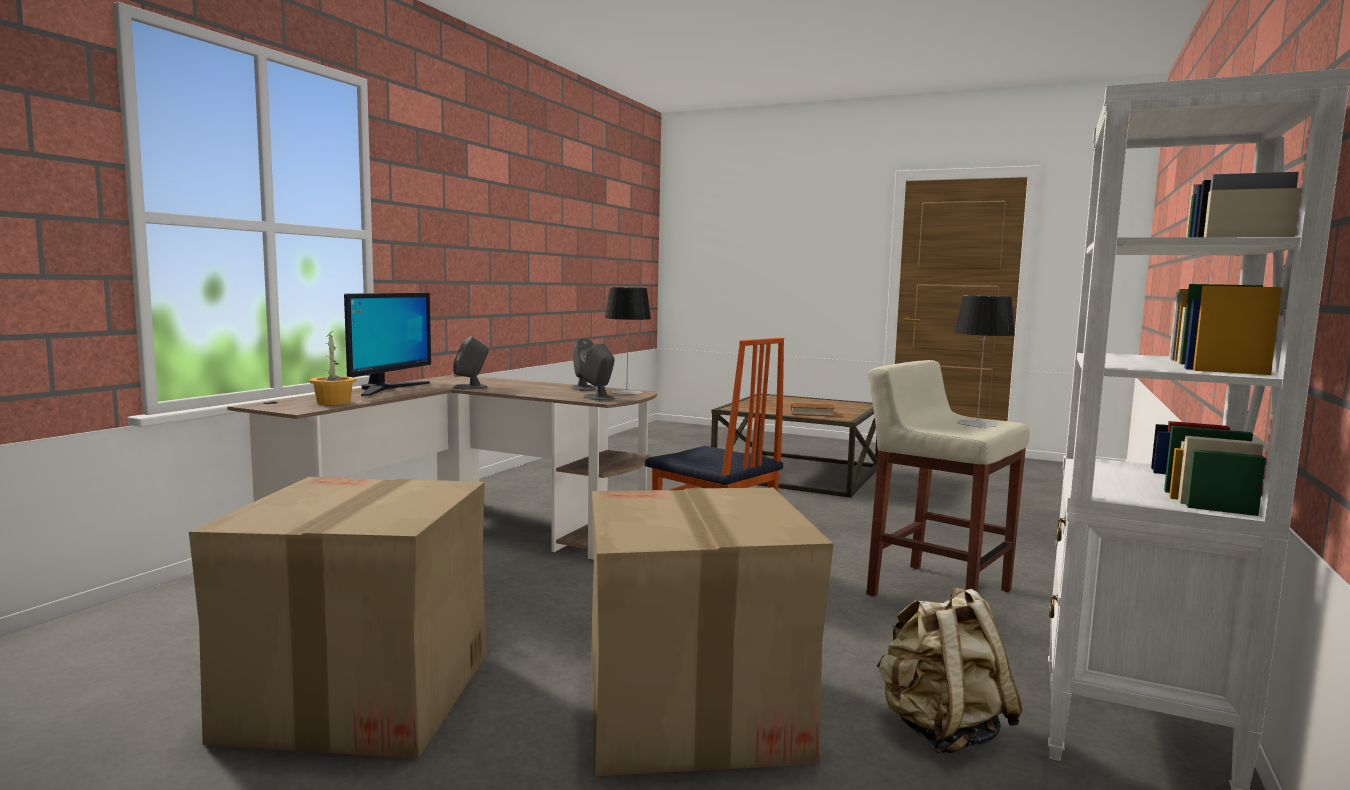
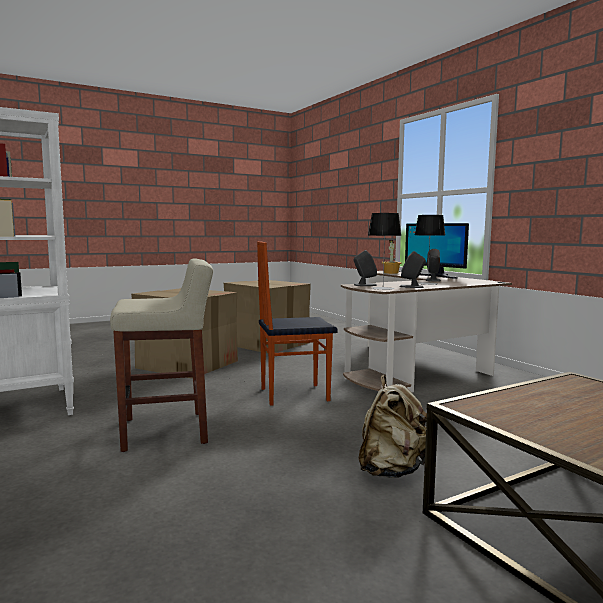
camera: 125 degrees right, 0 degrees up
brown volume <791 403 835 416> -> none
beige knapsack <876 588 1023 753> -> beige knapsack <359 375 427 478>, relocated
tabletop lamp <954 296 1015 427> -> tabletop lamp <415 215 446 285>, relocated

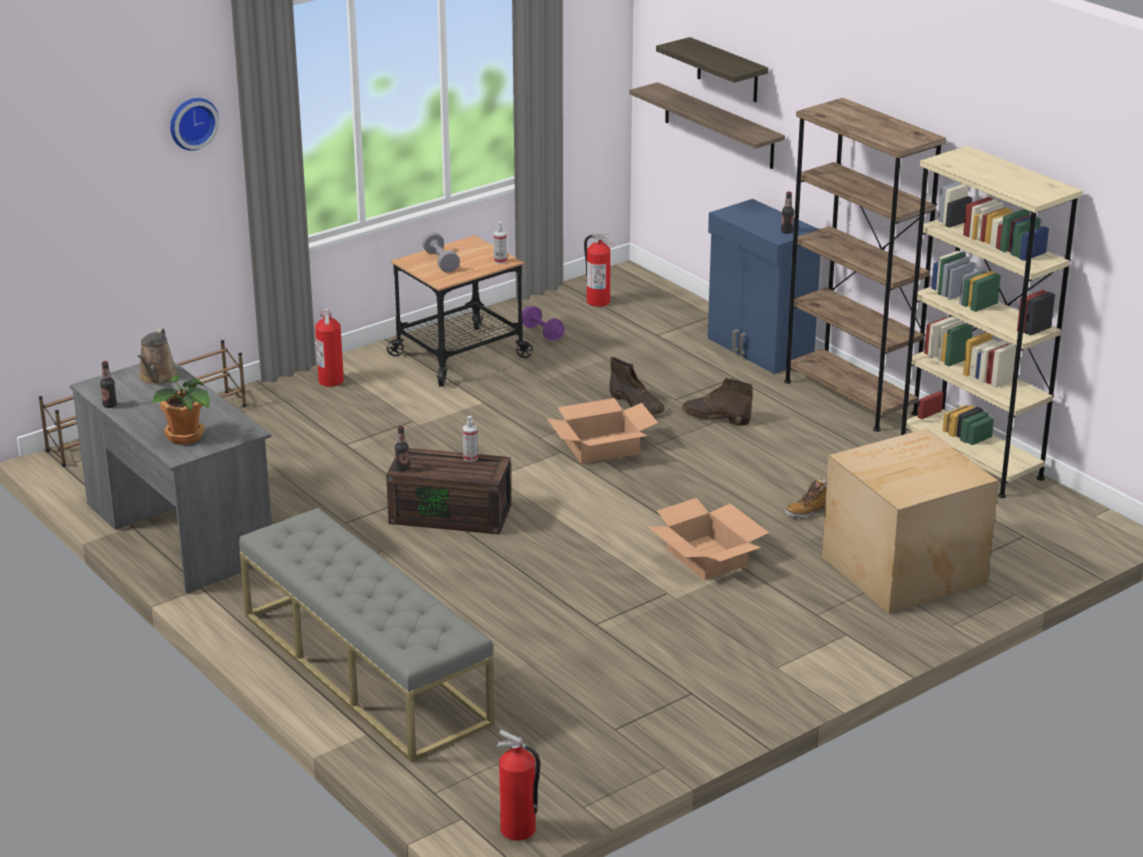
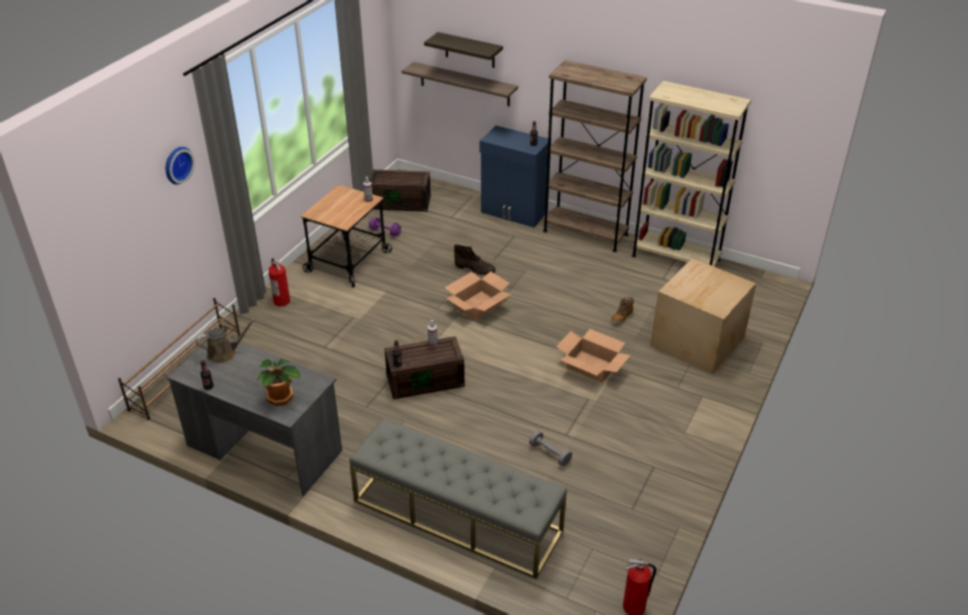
camera: 25 degrees left, 10 degrees up
brown tall boot <682 378 753 426> -> none
gray free weight <422 232 460 273> -> gray free weight <529 430 572 466>, relocated
extinguisher <584 232 613 307> -> brown storage container <369 170 431 212>
brown watering can <138 329 178 385> -> brown watering can <196 319 256 364>, 90 degrees counterclockwise

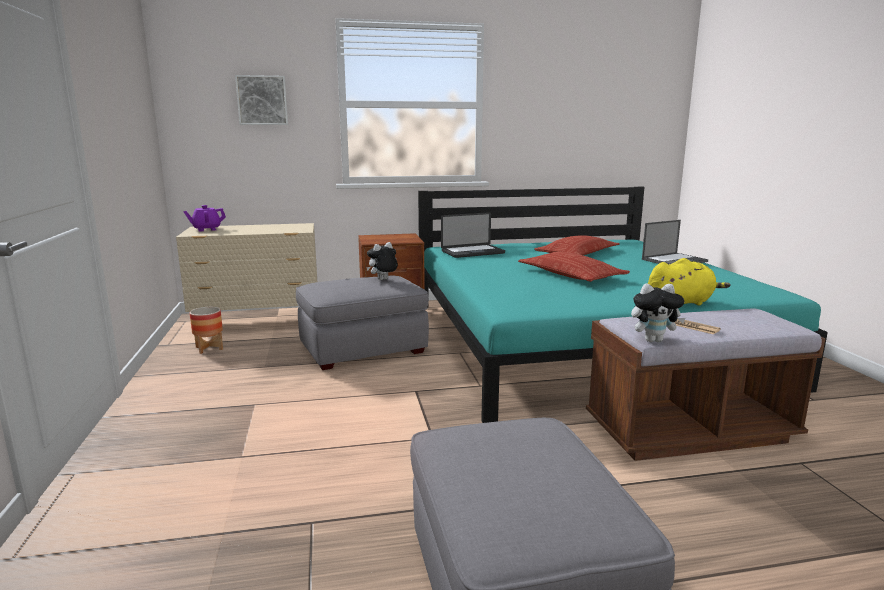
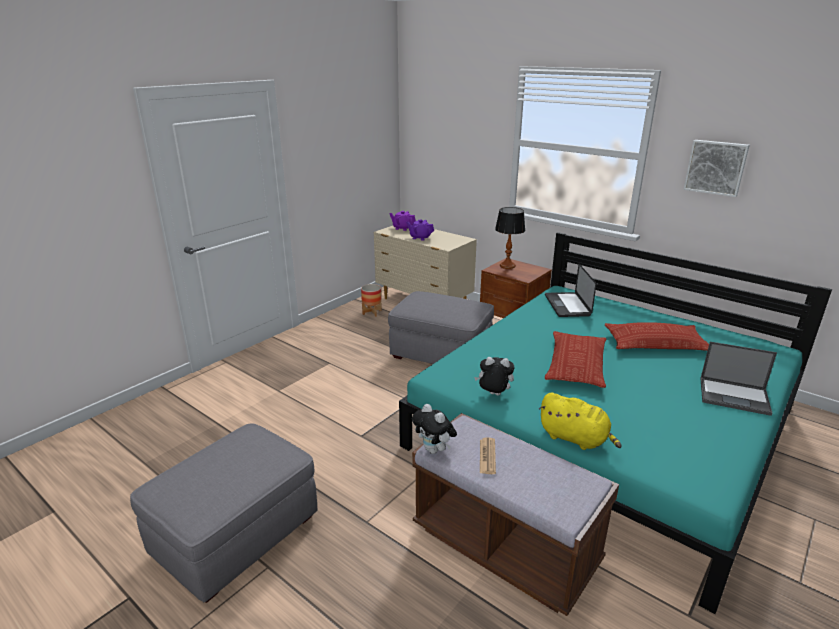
camera: 50 degrees right, 10 degrees up
none -> purple tea pot <406 219 434 241>
none -> tabletop lamp <495 207 525 269>
wall art <235 75 288 125> -> wall art <683 140 750 197>, relocated
cuddly toy <366 242 398 280> -> cuddly toy <474 357 514 395>, relocated
notebook computer <441 212 505 258> -> notebook computer <545 264 597 317>, 60 degrees clockwise

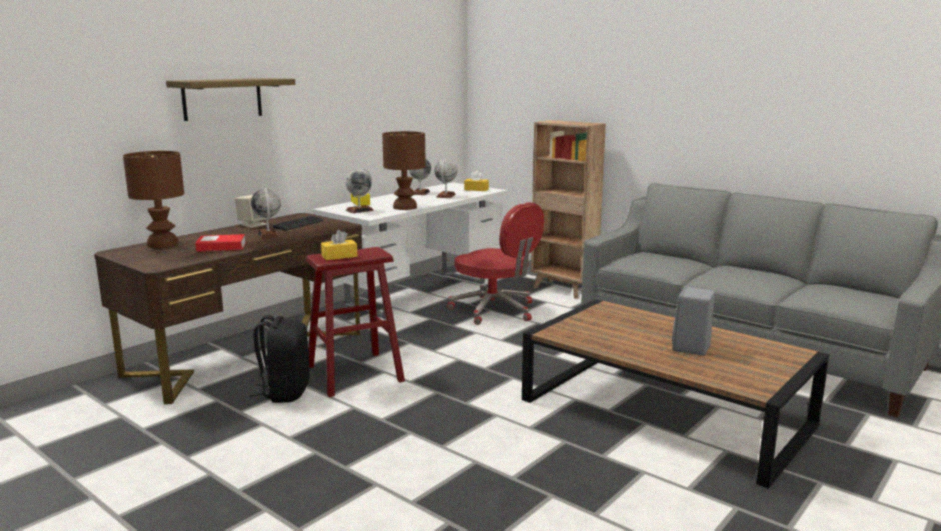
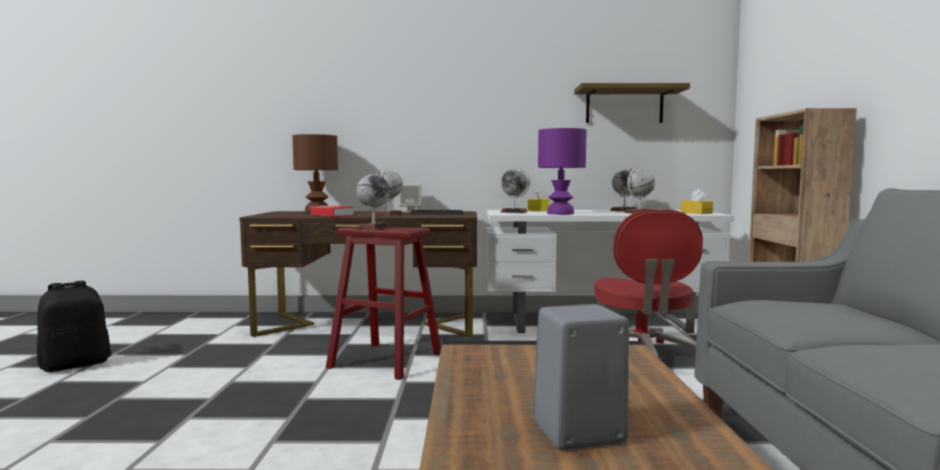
camera: 50 degrees right, 10 degrees down
wall shelf <166 78 295 121> -> wall shelf <574 83 690 123>, relocated
black-coloured knapsack <249 315 310 403> -> black-coloured knapsack <37 281 111 372>, relocated
yellow-coloured tissue holder <321 230 357 260> -> world globe <356 172 391 229>
brown tabletop lamp <382 131 426 210> -> purple tabletop lamp <538 128 587 215>

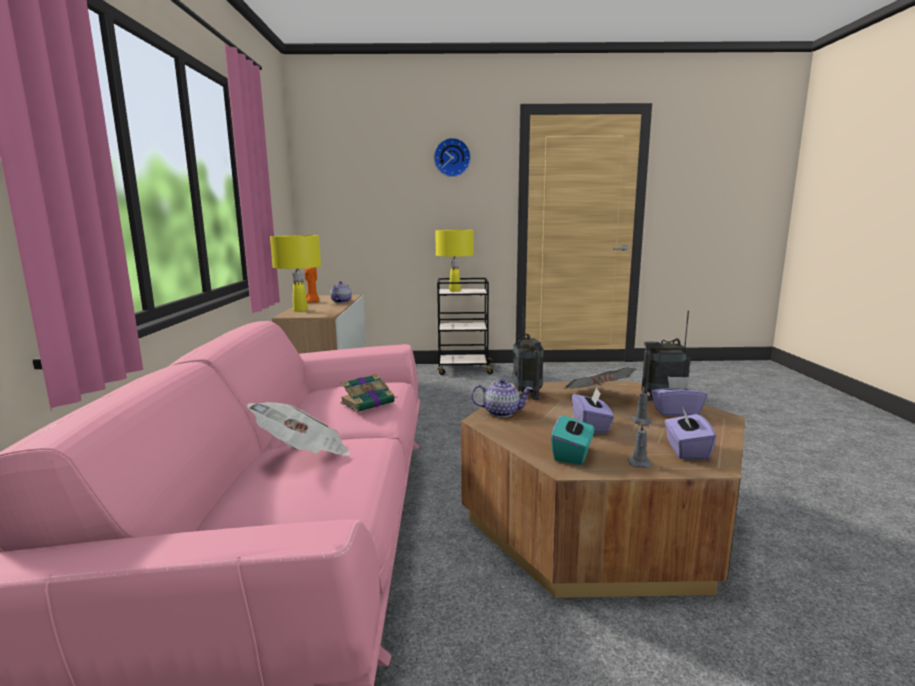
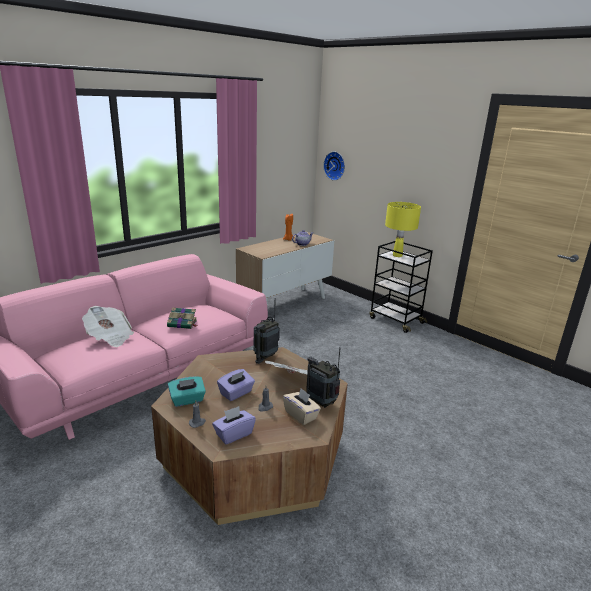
camera: 45 degrees right, 10 degrees up
yellow-coloured tabletop lamp <270 235 321 312> -> none
tea pot <471 379 533 417> -> none
clock on the wall <434 138 471 177> -> clock on the wall <323 151 345 181>, relocated
purple tissue holder <651 377 707 416> -> beige tissue holder <283 388 321 425>

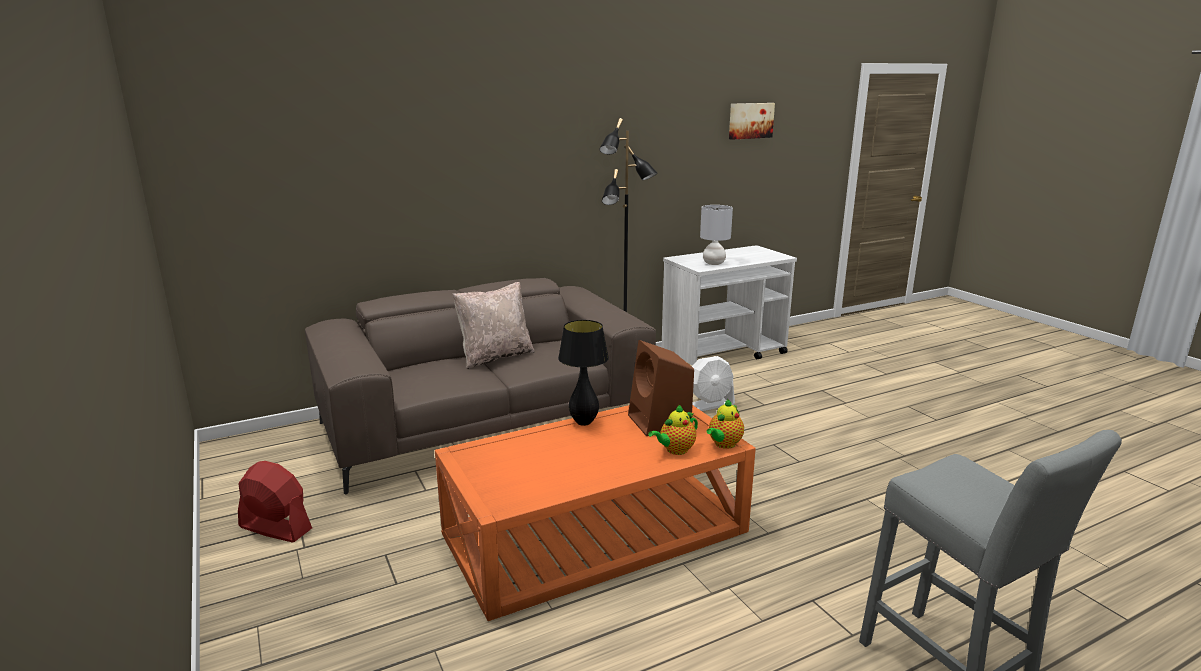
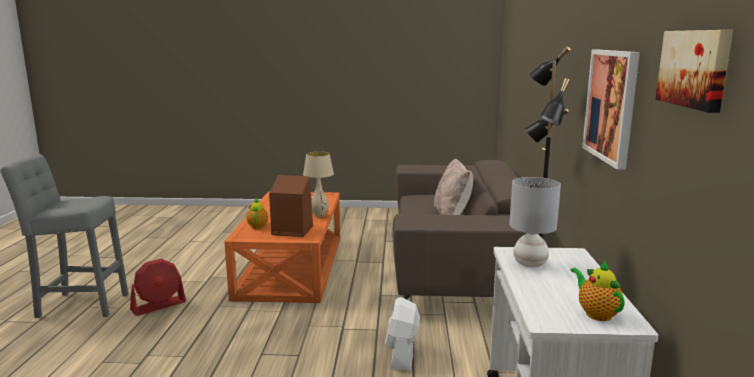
camera: 120 degrees right, 5 degrees down
none -> wall art <582 50 640 170>
red-coloured electric fan <238 461 312 543> -> red-coloured electric fan <130 259 186 316>, relocated
tea pot <706 399 744 449> -> tea pot <571 261 625 321>, relocated
black-coloured tabletop lamp <558 320 609 426> -> beige tabletop lamp <303 152 334 217>

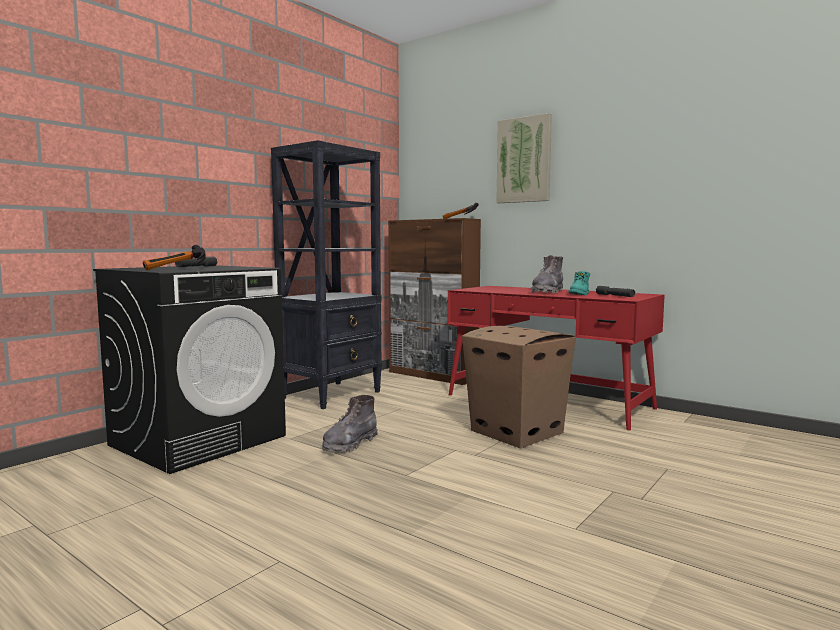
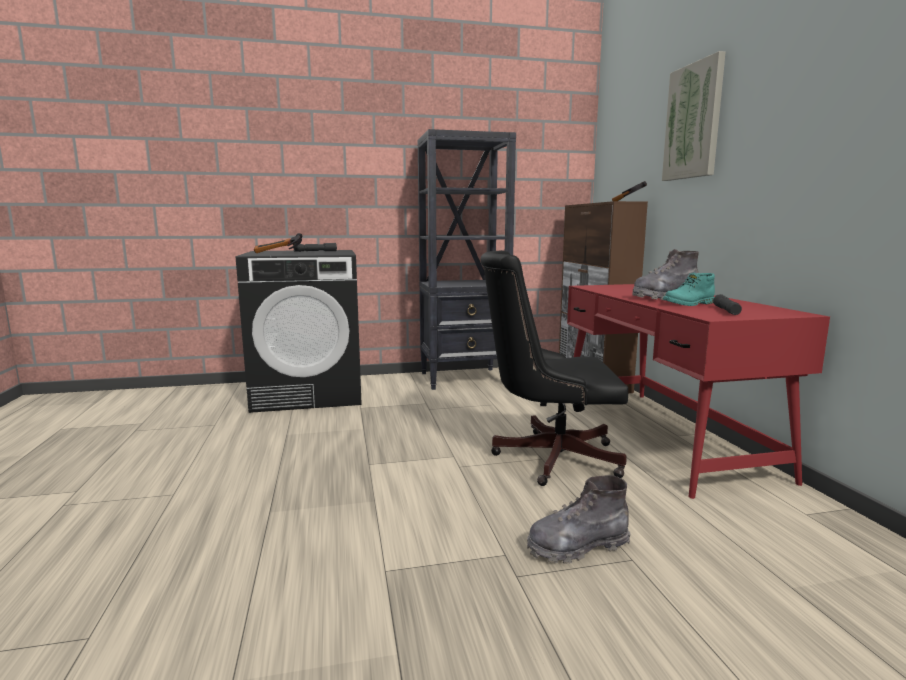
camera: 40 degrees right, 5 degrees up
gray tall boot <322 395 378 453> -> gray tall boot <527 475 631 564>, relocated
carton <462 326 576 448> -> black-coloured desk chair <480 250 628 486>

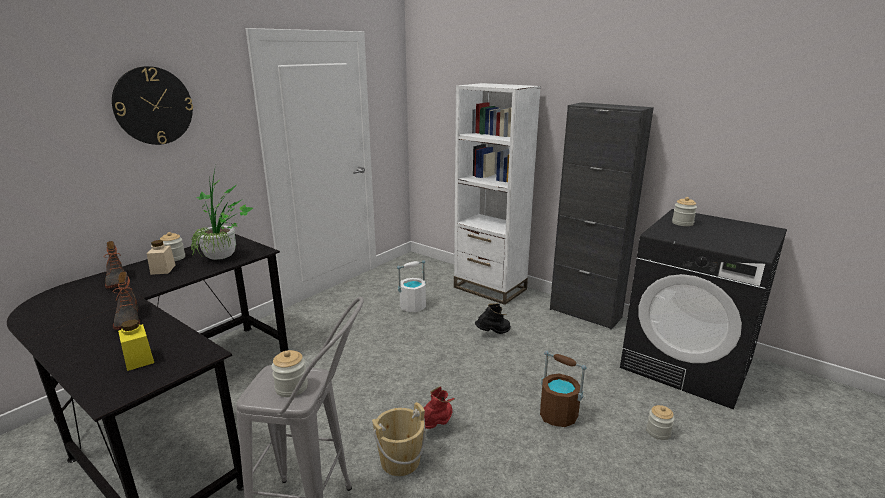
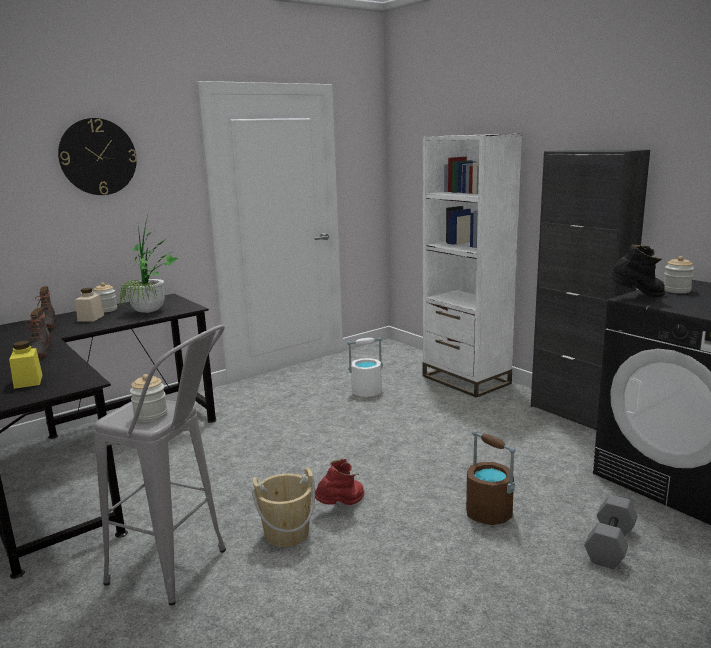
camera: 15 degrees right, 5 degrees down
black-coloured tall boot <475 303 511 334> -> black-coloured tall boot <608 245 665 297>, relocated
storage jar <647 405 675 440> -> gray free weight <584 495 637 569>

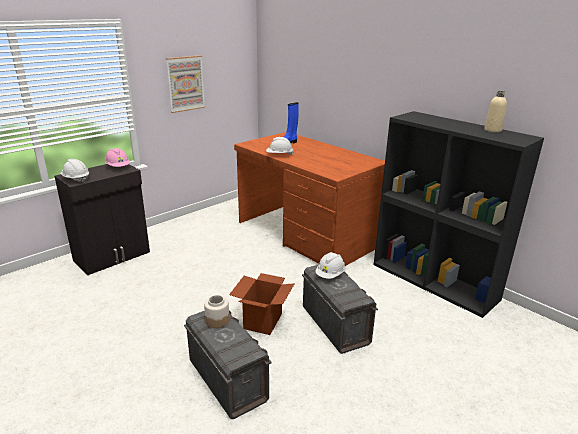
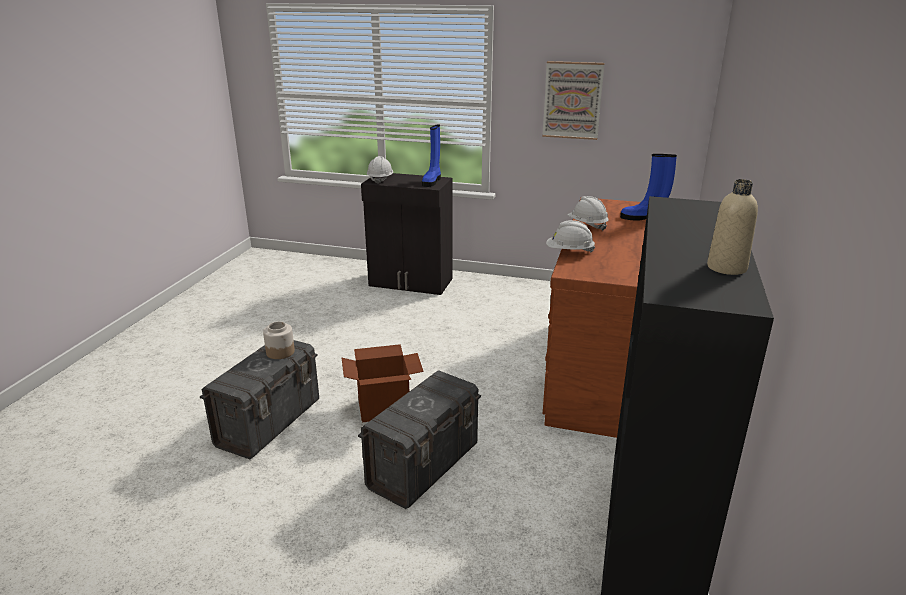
camera: 60 degrees right, 0 degrees up
whitish work helmet <315 252 345 279> -> whitish work helmet <546 220 595 252>, relocated
pinkish work helmet <105 148 130 167> -> blue tall boot <422 125 441 187>

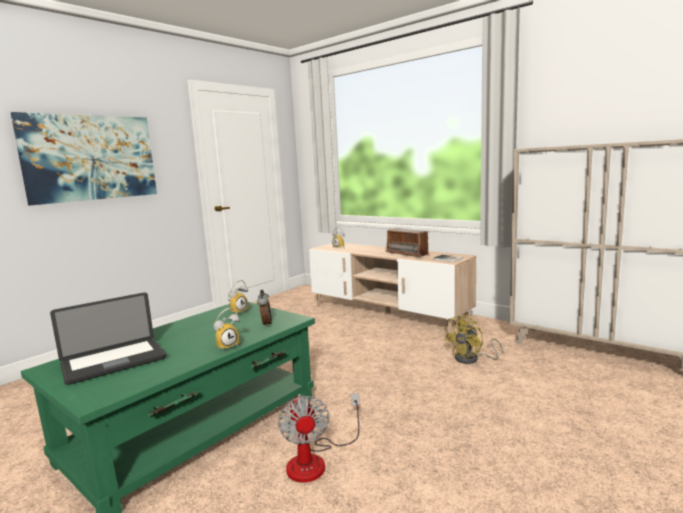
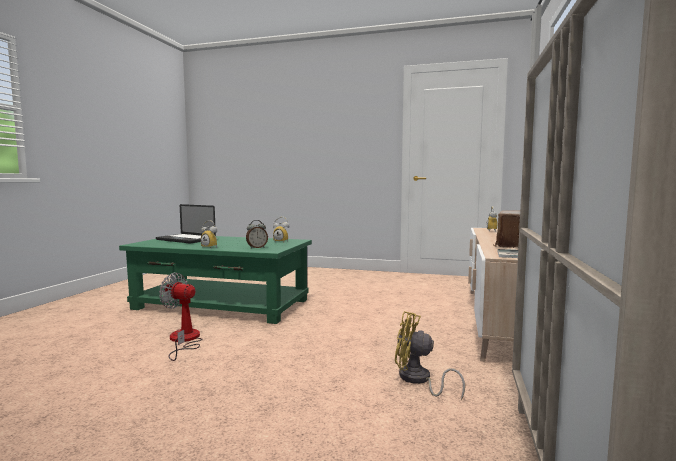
camera: 65 degrees right, 5 degrees down
wall art <11 112 157 205> -> none
electric fan <278 393 360 482> -> electric fan <159 273 202 361>, 60 degrees clockwise

